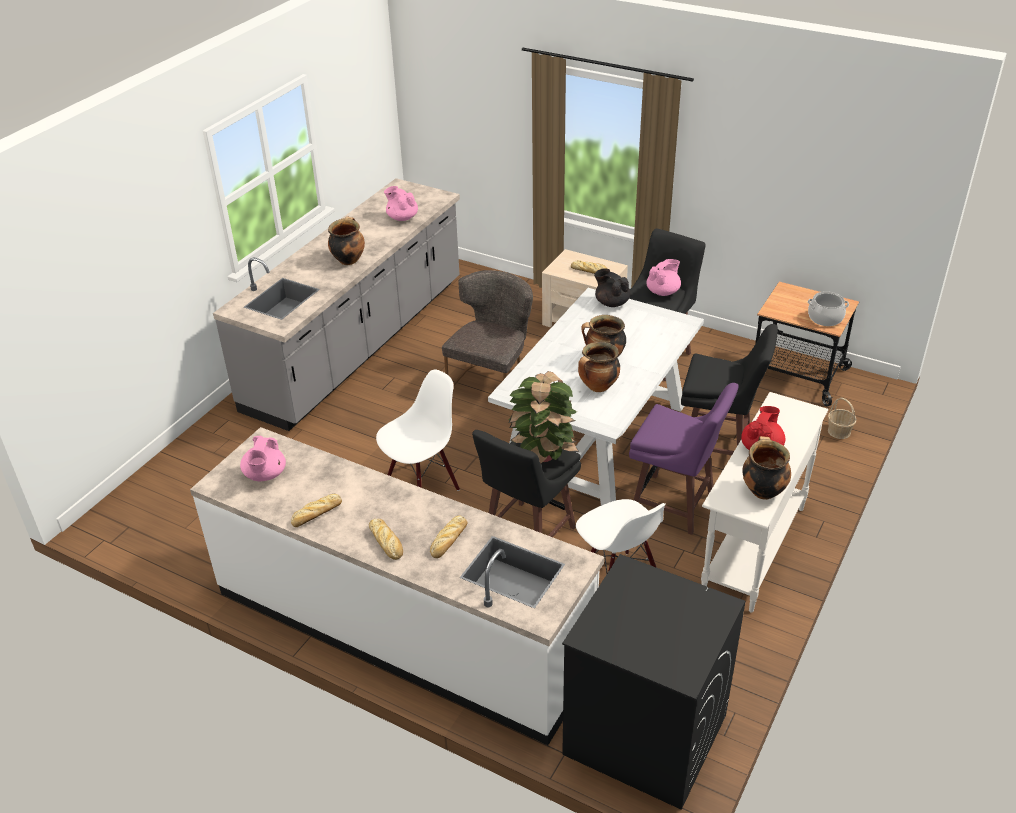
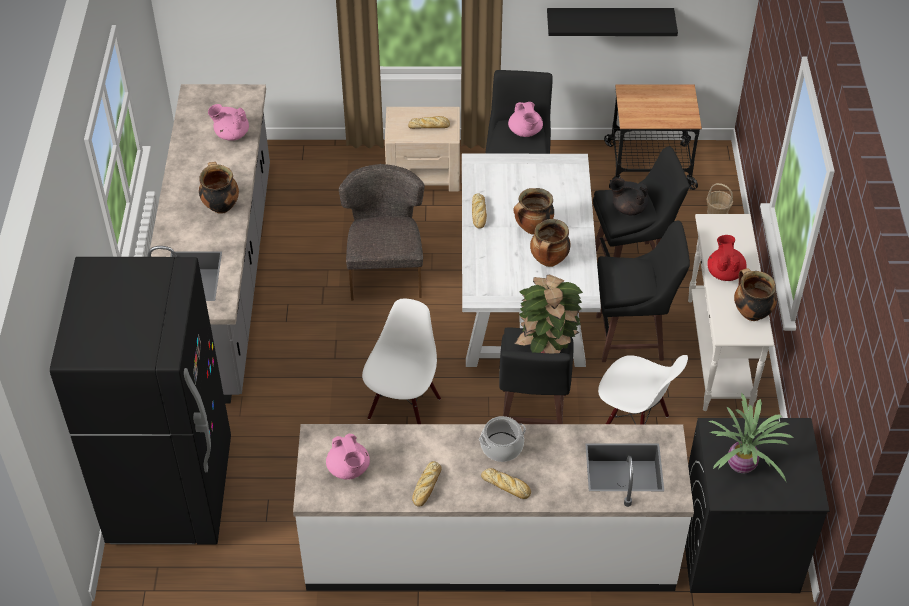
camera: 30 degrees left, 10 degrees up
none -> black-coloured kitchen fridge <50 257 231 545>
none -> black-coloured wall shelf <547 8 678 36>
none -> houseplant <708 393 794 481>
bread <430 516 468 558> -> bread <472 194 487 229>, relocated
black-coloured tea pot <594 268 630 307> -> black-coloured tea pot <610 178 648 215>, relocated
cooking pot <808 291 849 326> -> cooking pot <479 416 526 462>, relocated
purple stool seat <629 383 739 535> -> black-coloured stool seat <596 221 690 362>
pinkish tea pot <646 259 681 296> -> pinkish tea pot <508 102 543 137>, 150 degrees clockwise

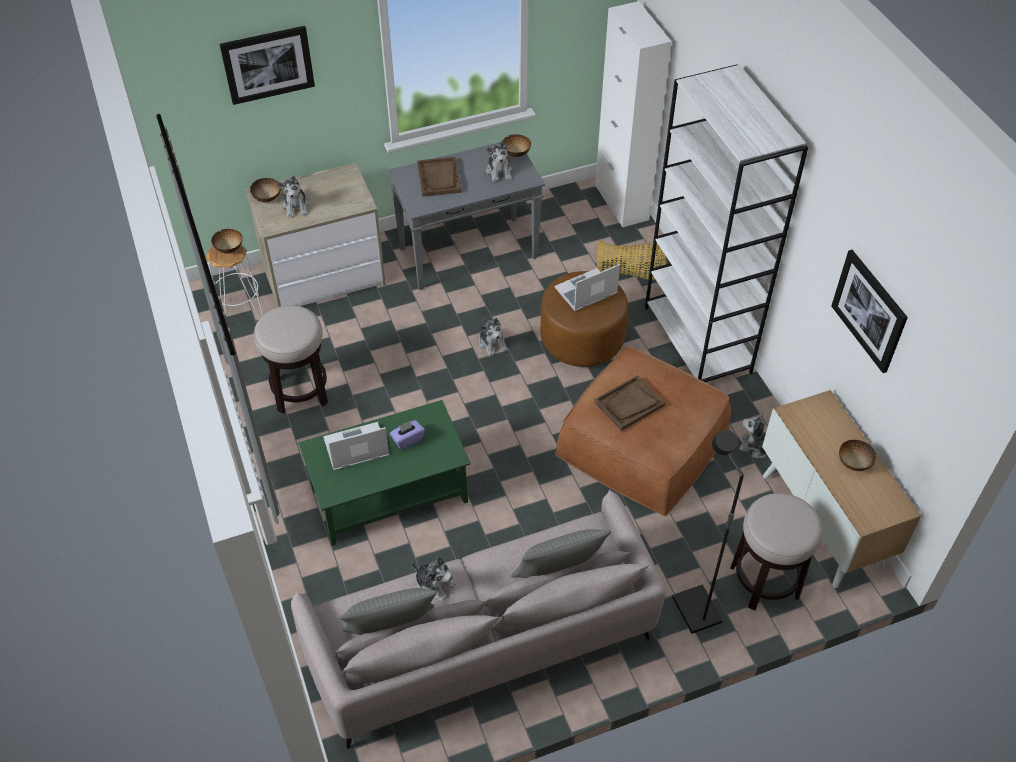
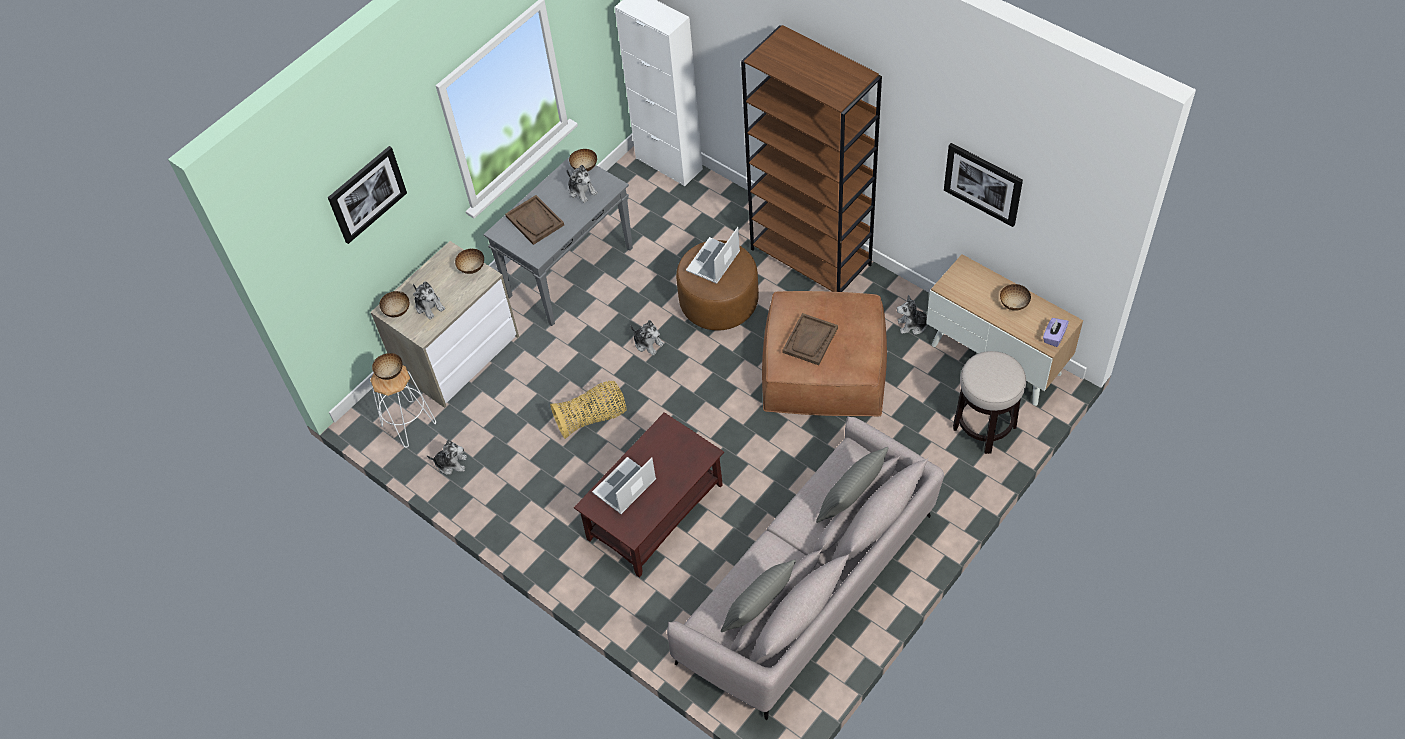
camera: 25 degrees left, 5 degrees up
stool seat <254 305 328 414> -> none
black-coloured standard lamp <672 430 744 634> -> none
none -> deep dish <455 249 484 274>
purple tissue holder <390 420 425 450> -> purple tissue holder <1043 318 1069 347>, relocated
cuddly toy <411 557 456 601> -> cuddly toy <427 440 467 475>, relocated
household basket <597 240 667 280> -> household basket <550 381 627 439>, relocated
green-coloured low table <298 400 471 546> -> brown low table <574 412 724 578>
whitish bookcase <645 64 808 382> -> brown bookcase <741 25 882 292>

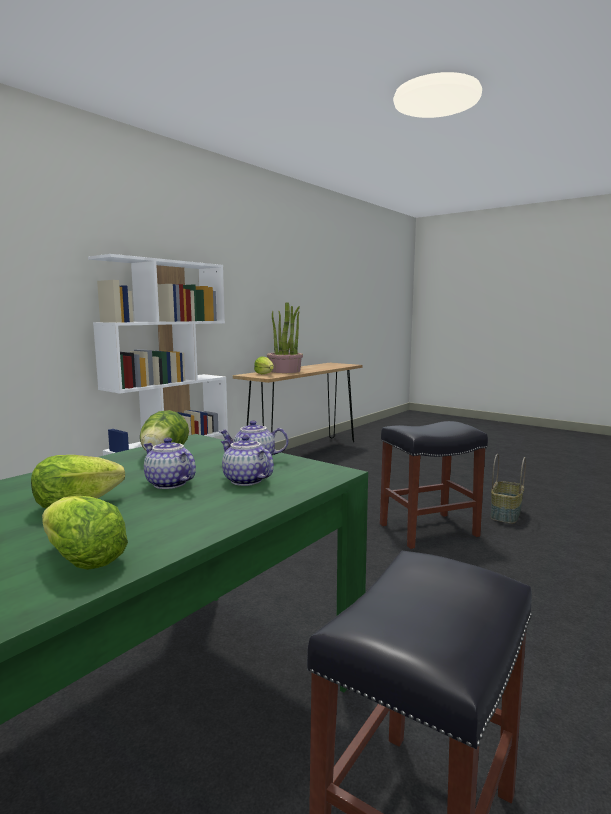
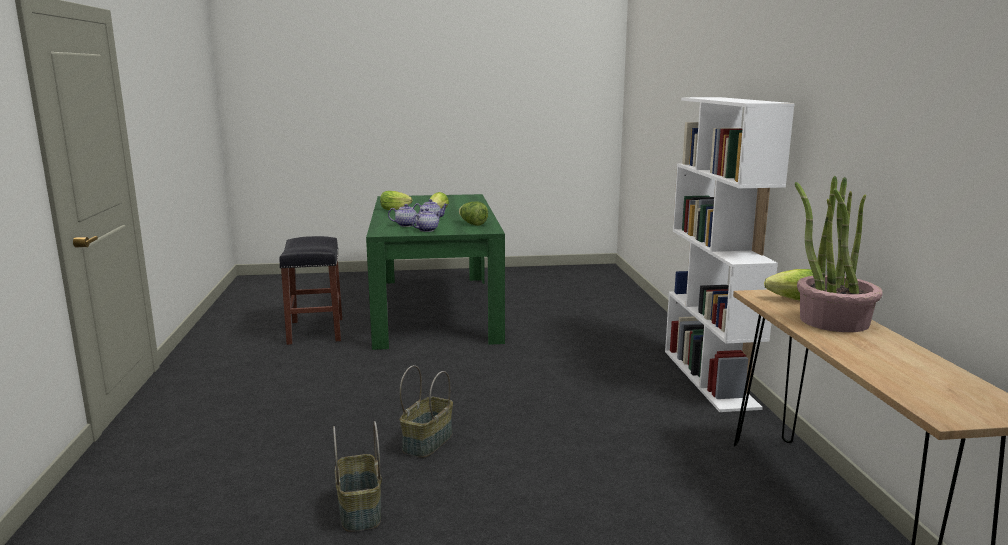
camera: 135 degrees right, 5 degrees up
black-coloured stool seat <380 421 488 549> -> household basket <399 365 453 458>

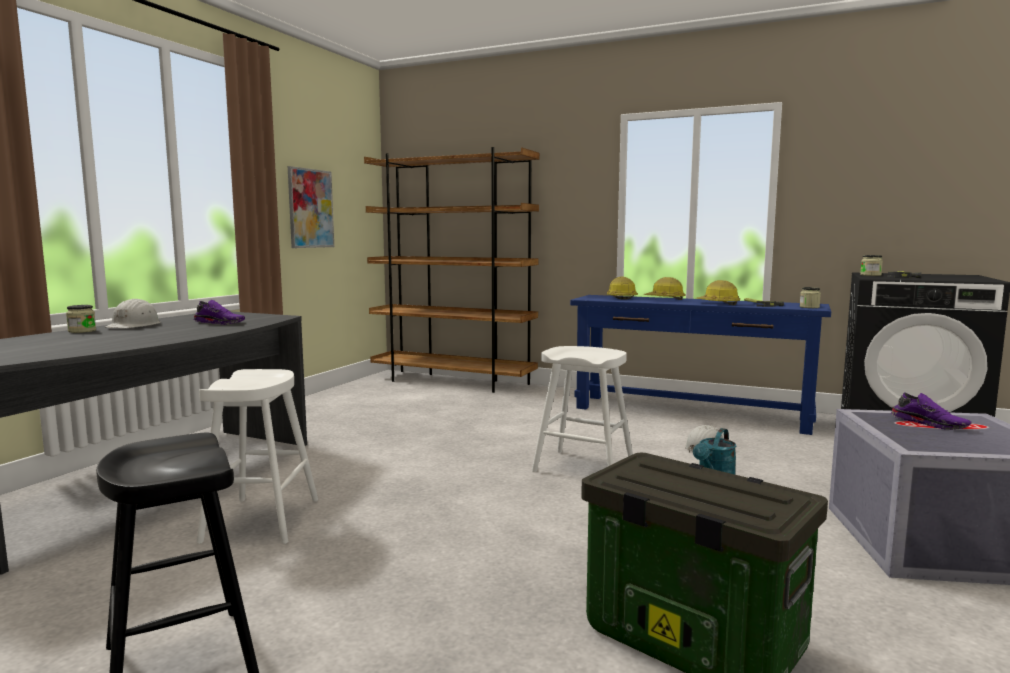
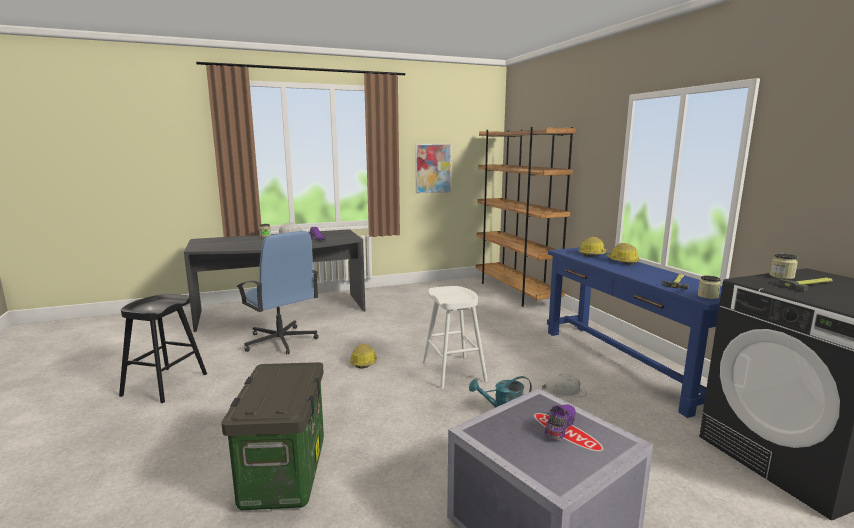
camera: 45 degrees right, 5 degrees up
work helmet <696 280 740 305> -> work helmet <350 344 377 369>, relocated
whitish stool seat <196 369 318 544> -> blue desk chair <237 231 319 354>
purple item of footwear <891 392 972 430> -> purple item of footwear <544 405 576 439>, 150 degrees counterclockwise

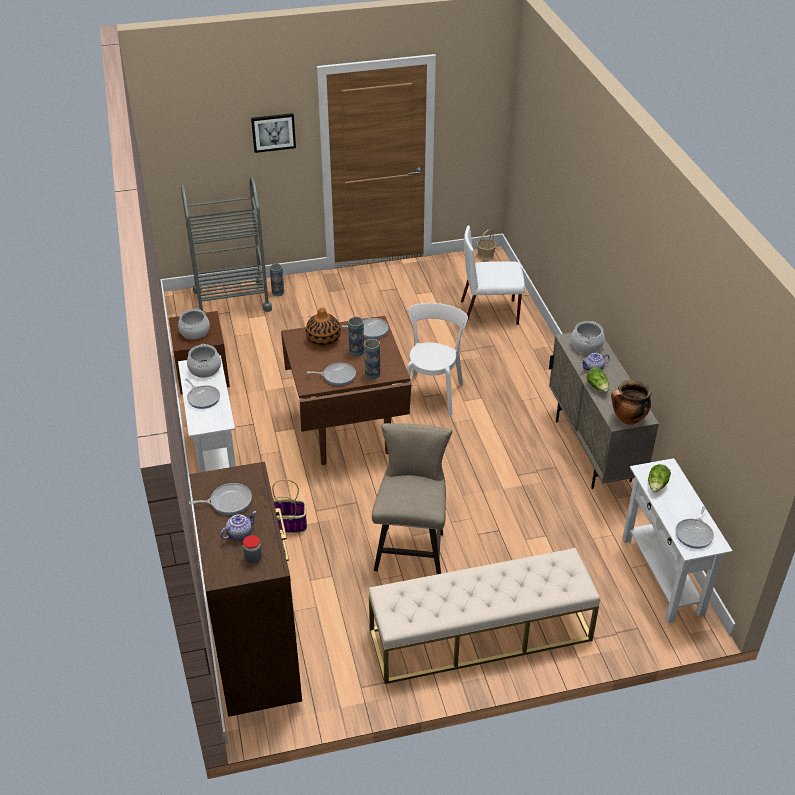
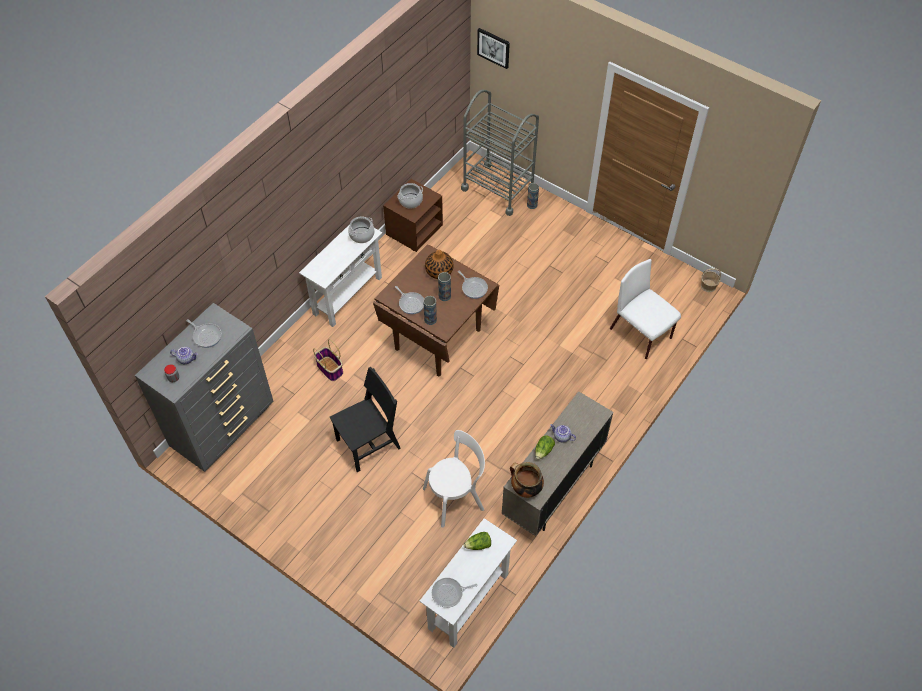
camera: 50 degrees right, 15 degrees up
pan <185 378 220 409> -> none
beige long seat <369 548 600 684> -> none
cooking pot <571 321 605 354> -> none
wall art <251 113 296 153> -> wall art <477 28 510 69>, relocated
whitish plain chair <407 303 468 415> -> whitish plain chair <423 430 485 528>, relocated
beige stool seat <372 423 452 574> -> black-coloured plain chair <330 367 401 472>
brown drawer chest <189 462 302 717> -> gray drawer chest <135 303 274 472>

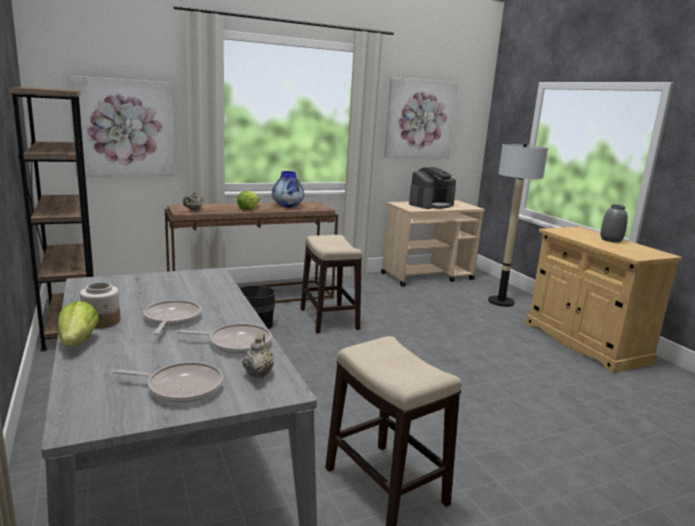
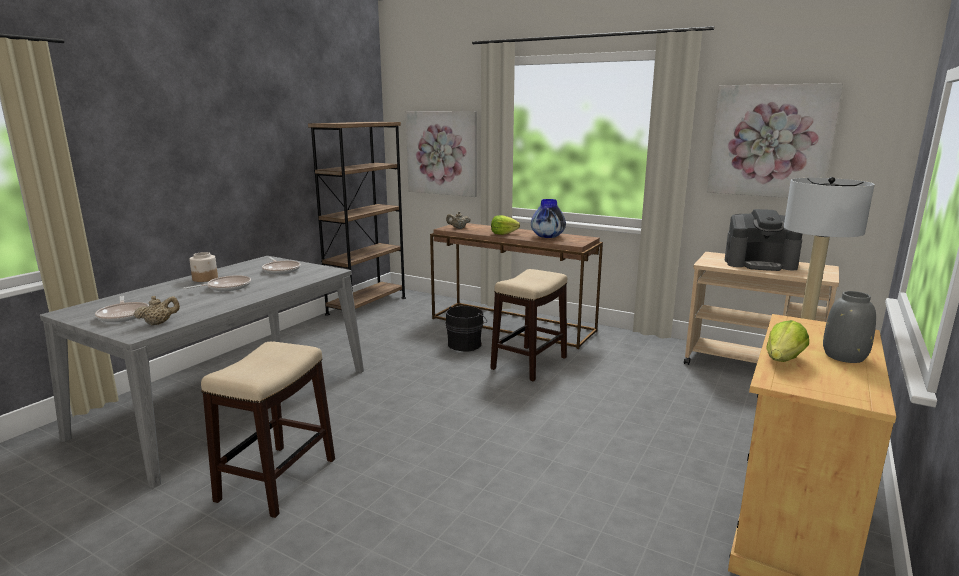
camera: 55 degrees right, 0 degrees up
head of lettuce <58 301 99 346> -> head of lettuce <766 320 809 362>, relocated
pan <177 323 272 355> -> pan <262 257 301 274>, relocated

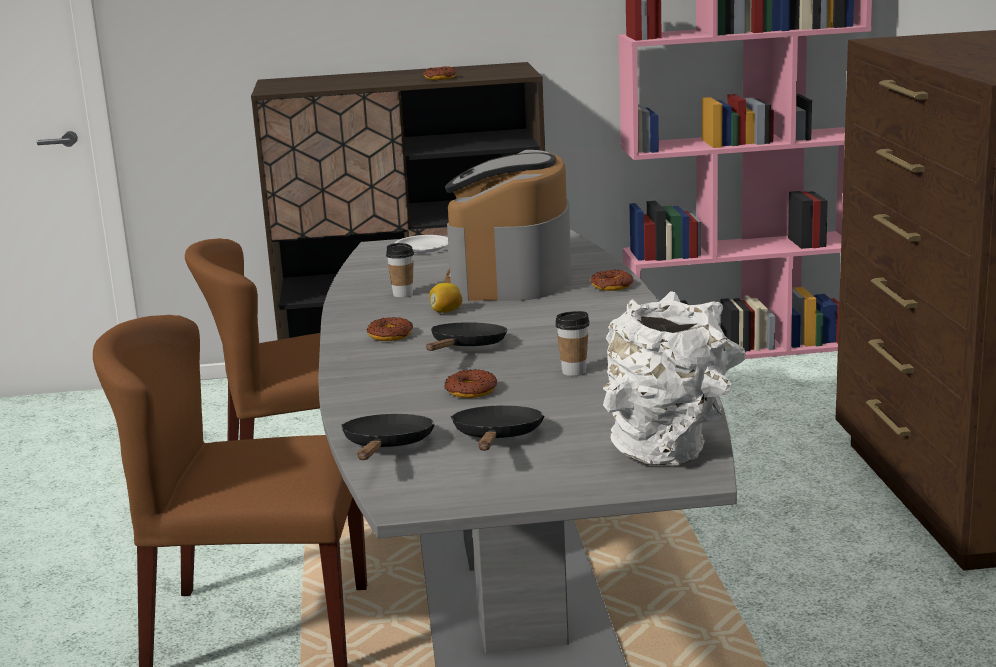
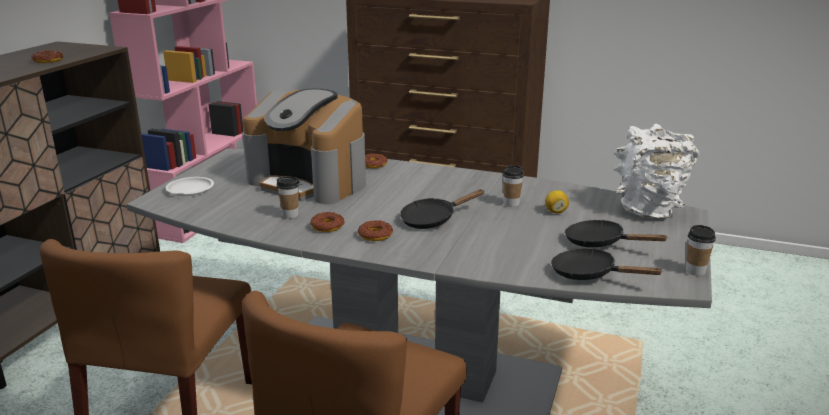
camera: 65 degrees left, 5 degrees up
none -> small cup <686 225 716 276>
lemon <429 283 462 313> -> lemon <545 190 569 213>, relocated
doughnut <444 369 497 398> -> doughnut <310 212 344 232>, relocated
black-coloured pan <426 322 507 351> -> black-coloured pan <400 189 485 229>, 75 degrees counterclockwise

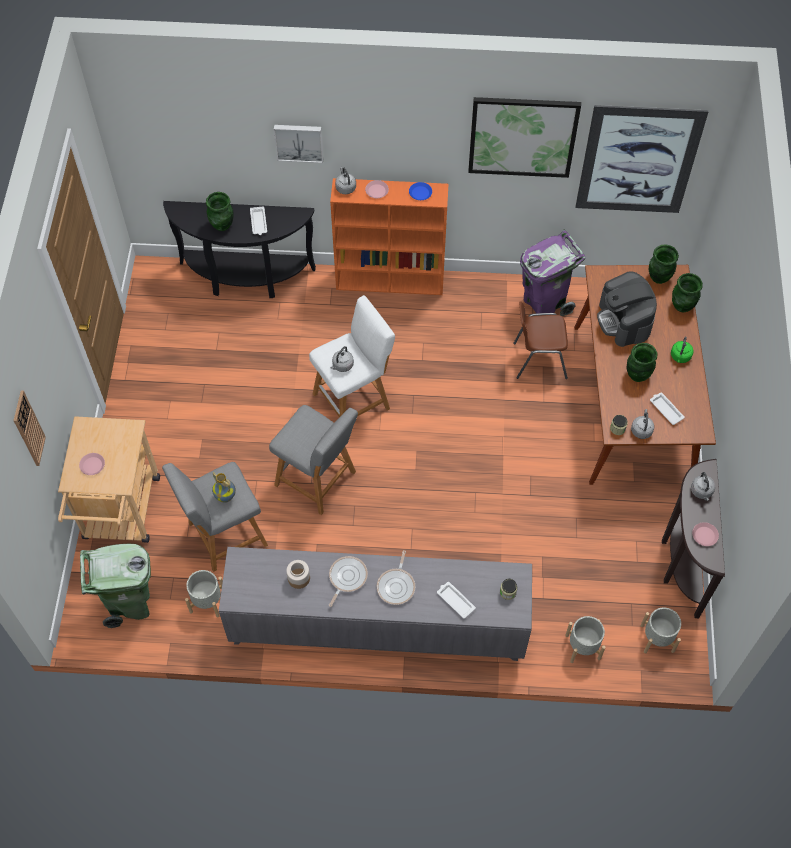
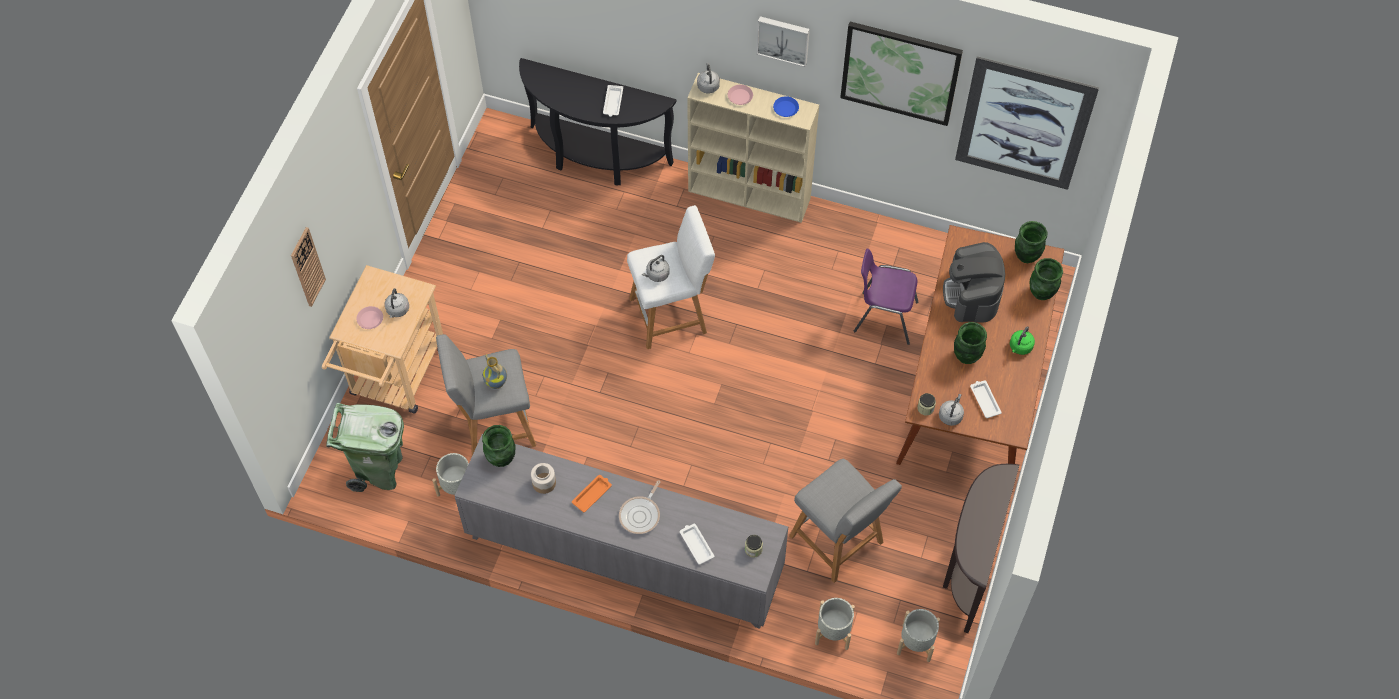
camera: 15 degrees right, 0 degrees up
purple trash can <520 230 586 316> -> none
pinkish plate <692 522 719 546> -> none
green-coloured decorative vase <206 192 234 231> -> green-coloured decorative vase <482 425 515 467>, relocated
gray stool seat <269 405 358 515> -> gray stool seat <789 459 902 583>, relocated
wall art <274 125 323 163> -> wall art <756 16 810 67>, relocated
gray water kettle <691 472 715 501> -> gray water kettle <385 288 409 318>, relocated
pan <329 556 368 607> -> orange carrying tray <572 475 612 512>
orange bookcase <330 178 448 295> -> beige bookcase <687 73 819 223>
brown plain chair <513 302 568 379> -> purple plain chair <854 249 918 345>

